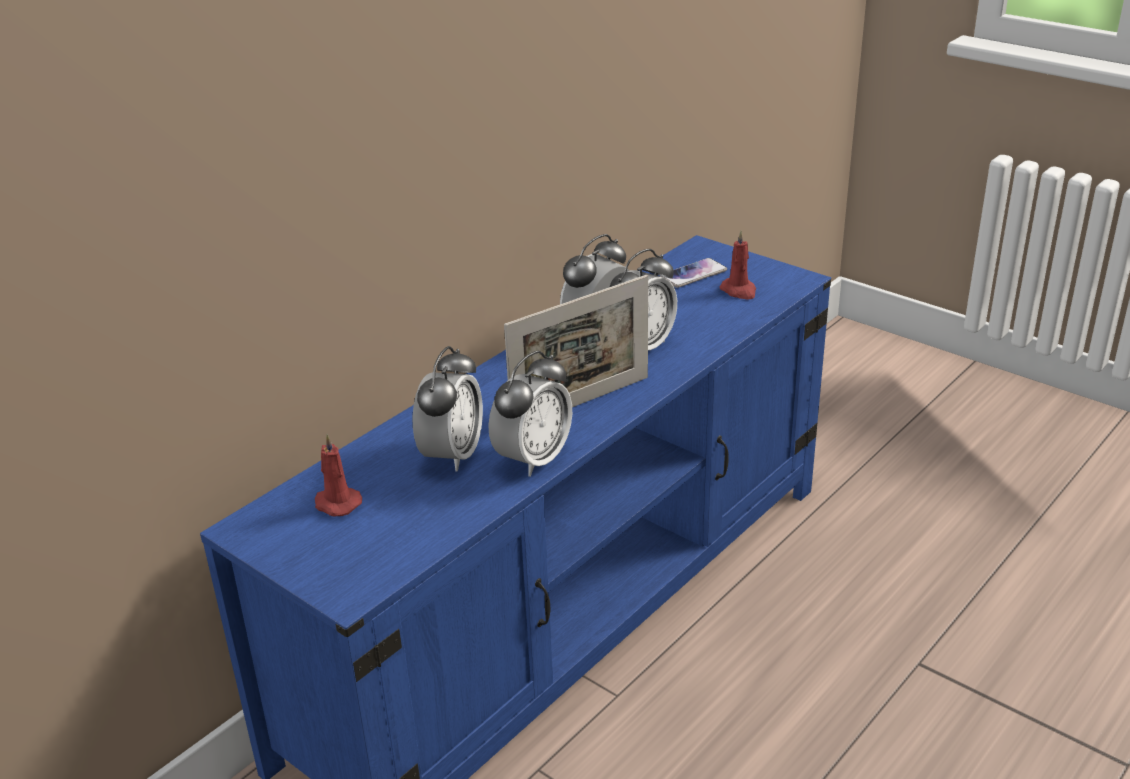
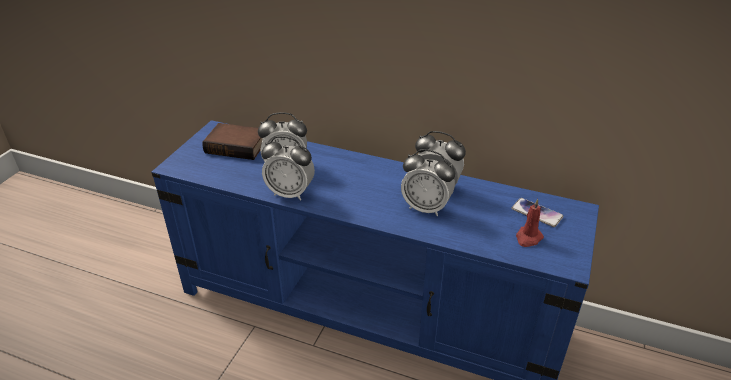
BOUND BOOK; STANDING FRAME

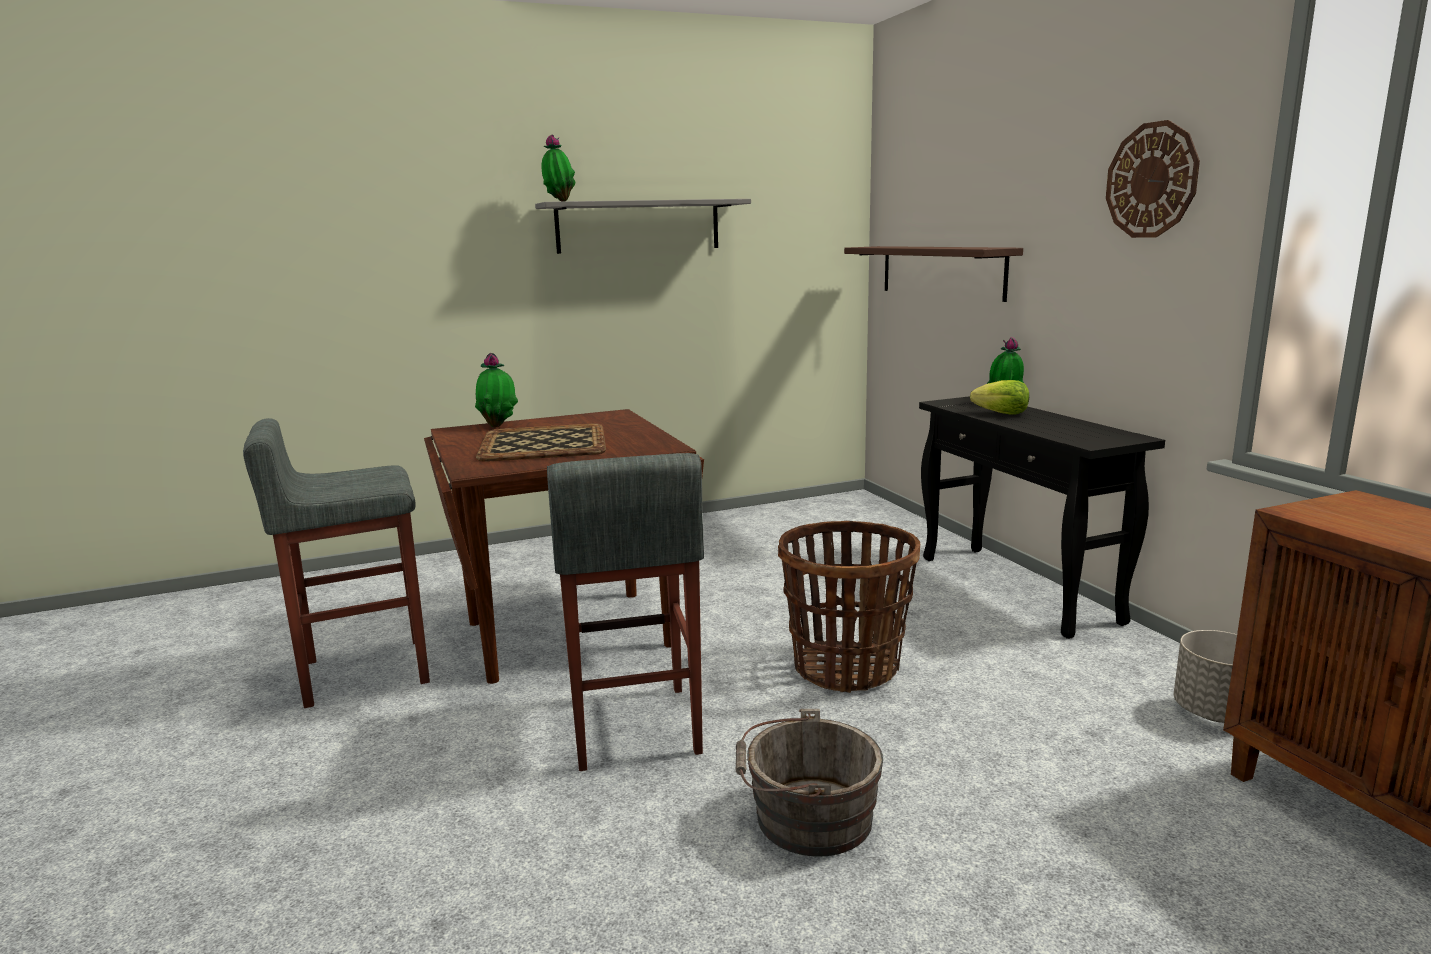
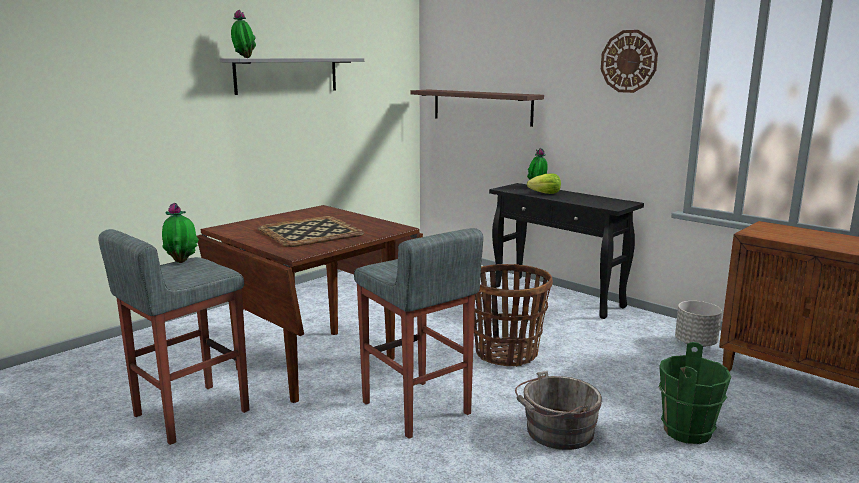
HOUSEPLANT (no. 1 from left); GREENISH BUCKET

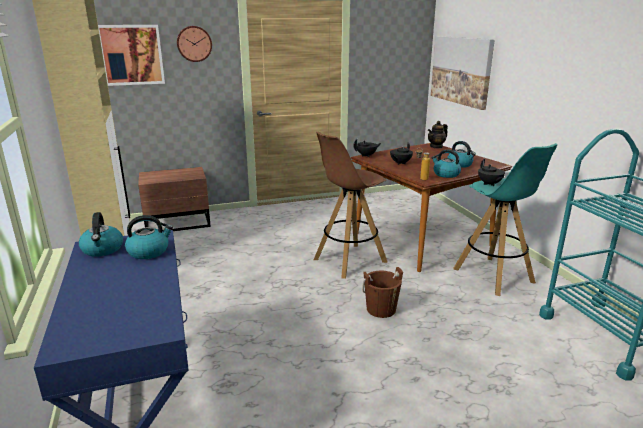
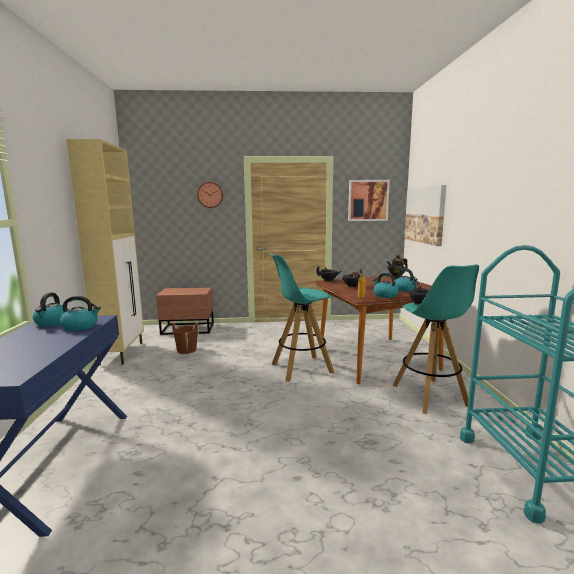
PICTURE (no. 1 from left); BLUE-GREEN STOOL SEAT (no. 1 from left); BROWN-COLOURED BUCKET

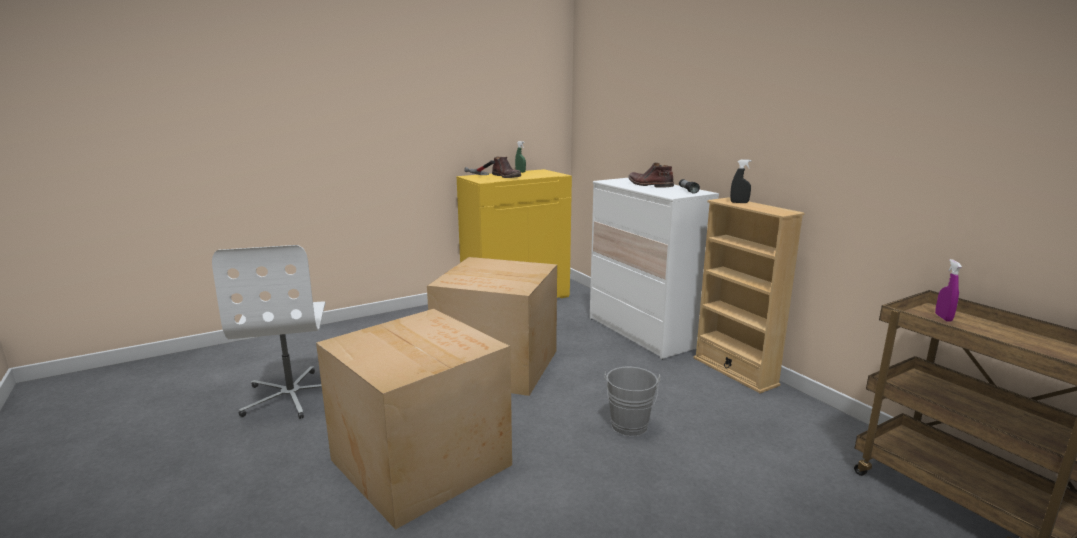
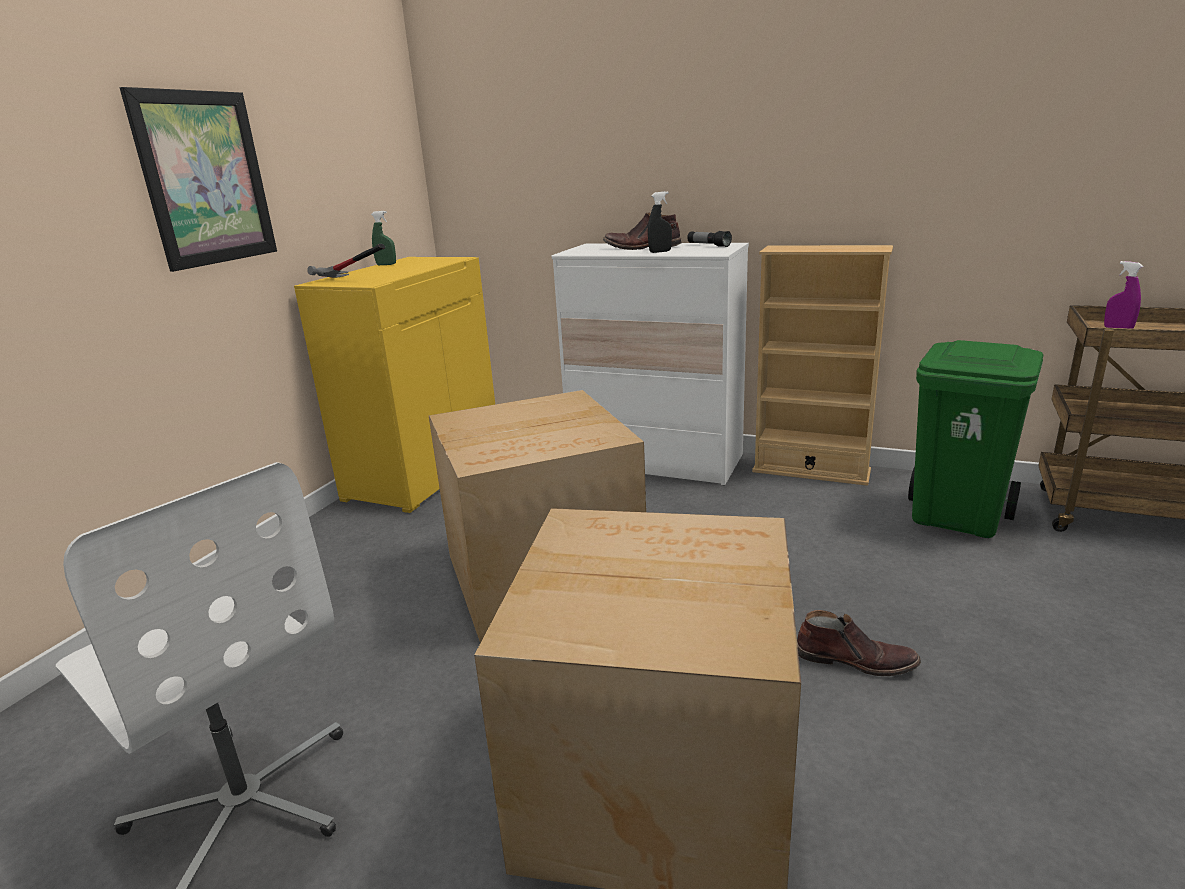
BROWN-COLOURED BOOT (no. 2 from left); GRAY BUCKET; BLACK SPRAYER; PICTURE; GREENISH TRASH CAN

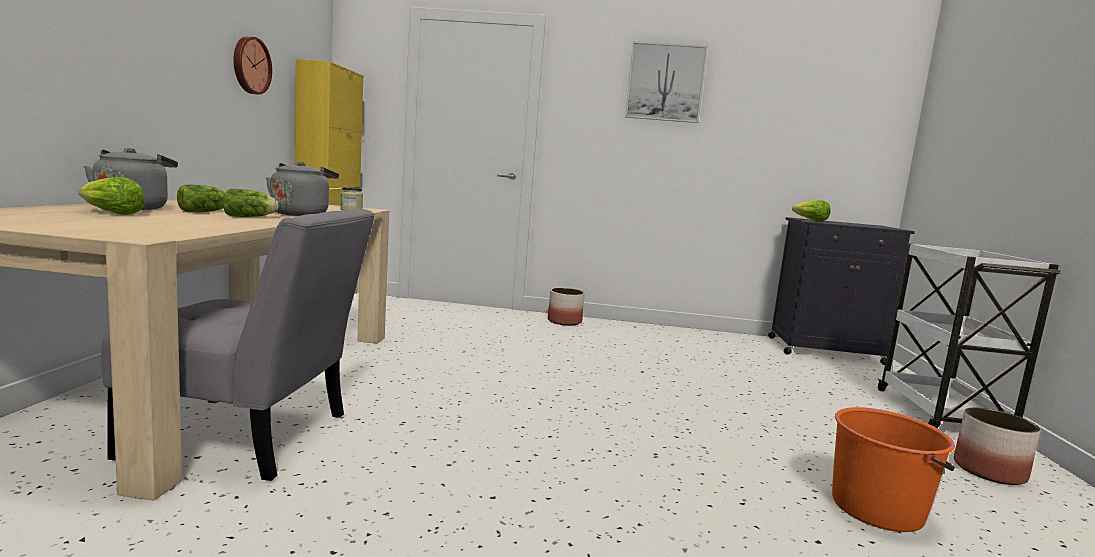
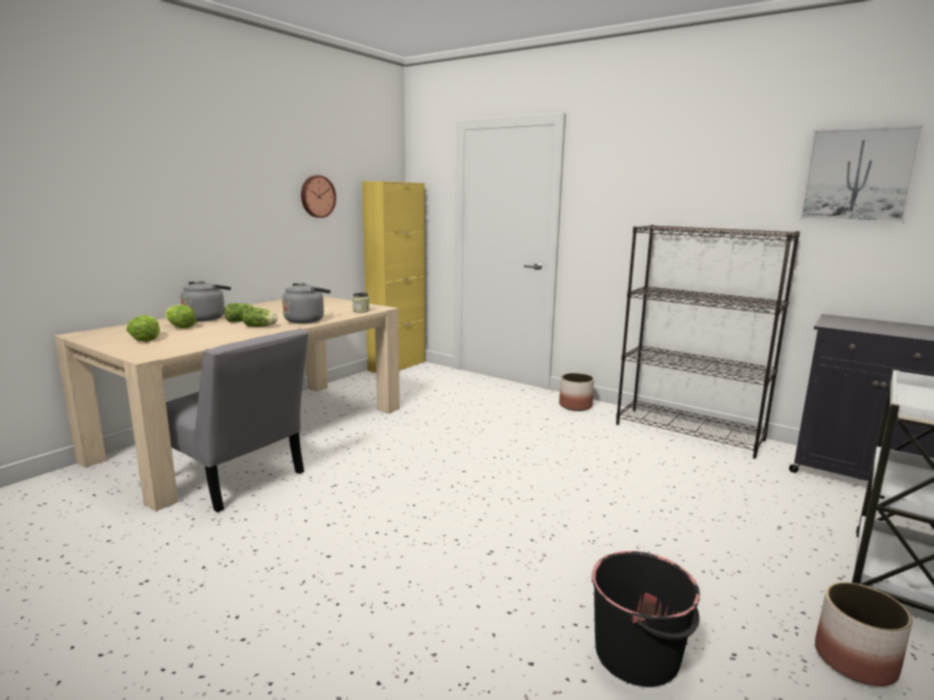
PICTURE; LETTUCE HEAD (no. 1 from left); BLACK BUCKET; BLACK BOOKCASE

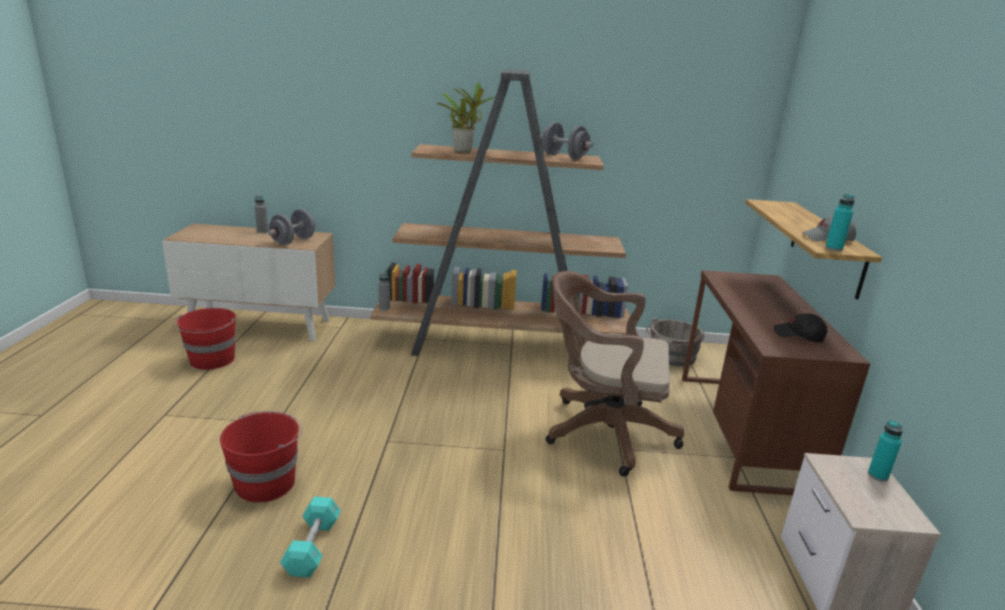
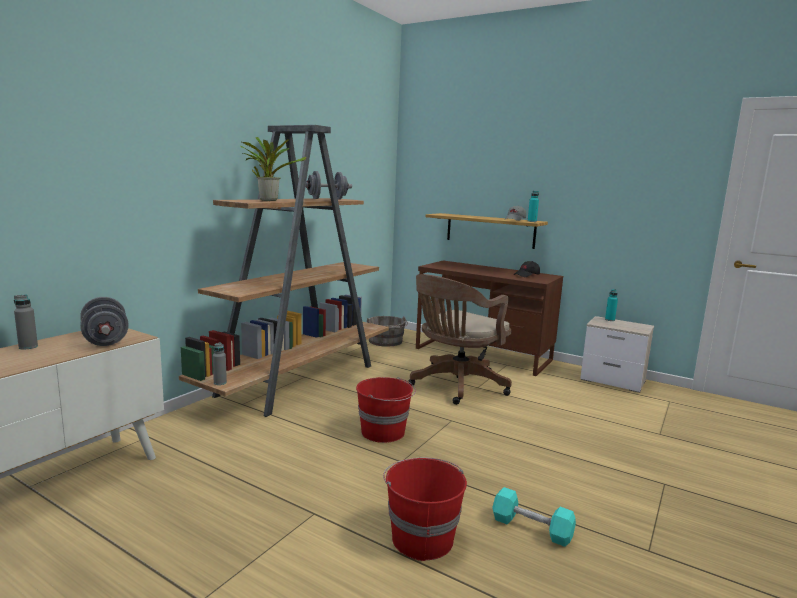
RED BUCKET (no. 1 from left)

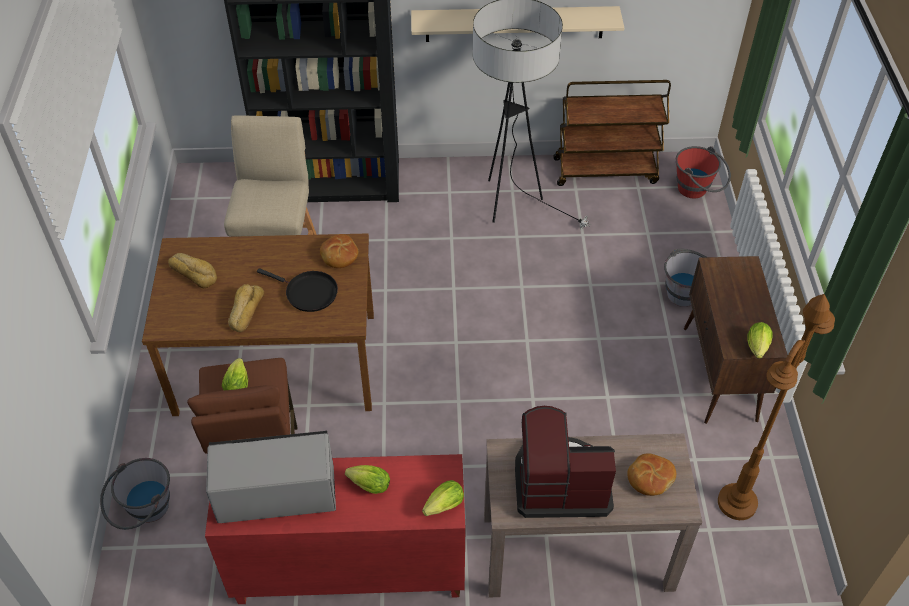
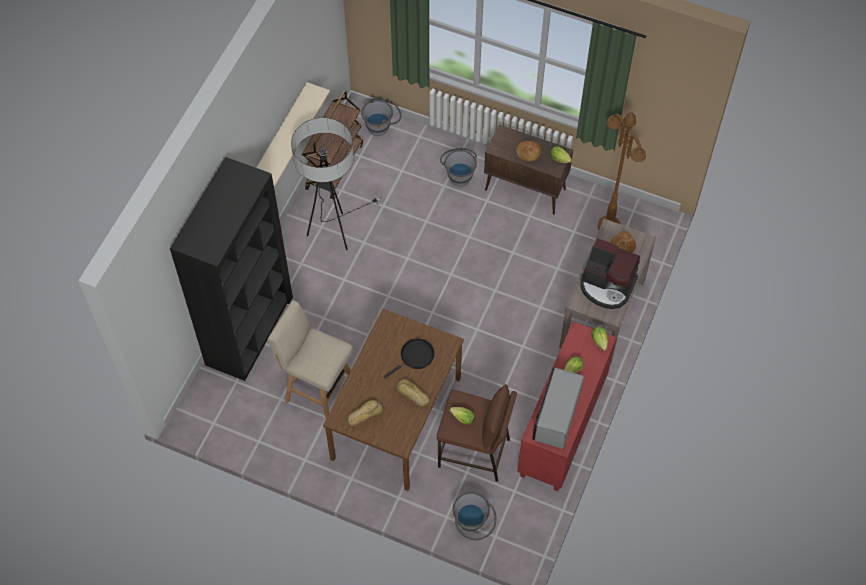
BAKERY BREAD (no. 3 from left); COFFEE BREWER; GRAY BUCKET (no. 1 from left)

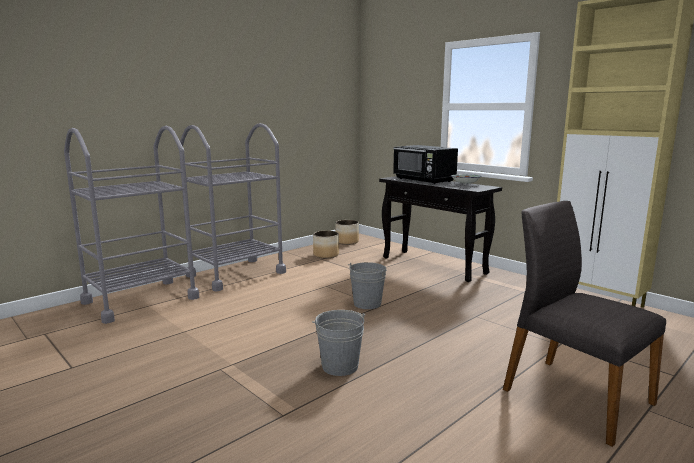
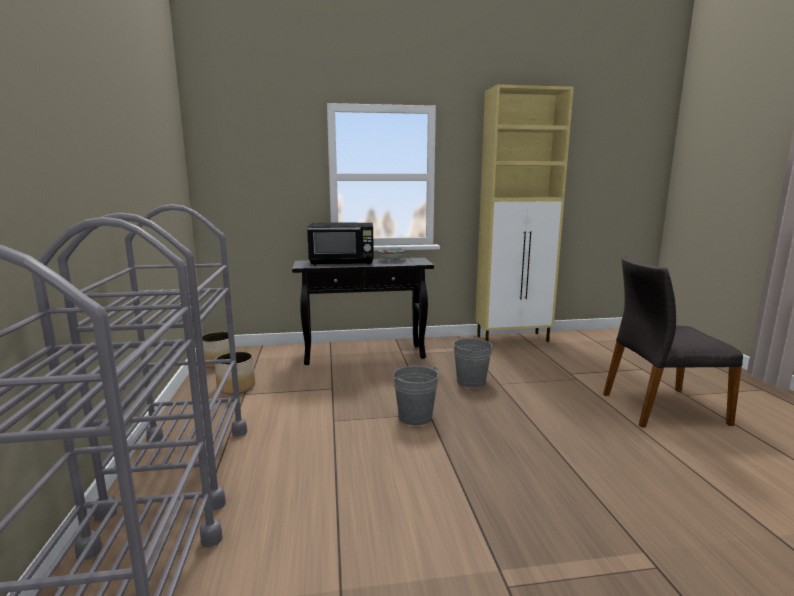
GRAY BUCKET (no. 2 from left)

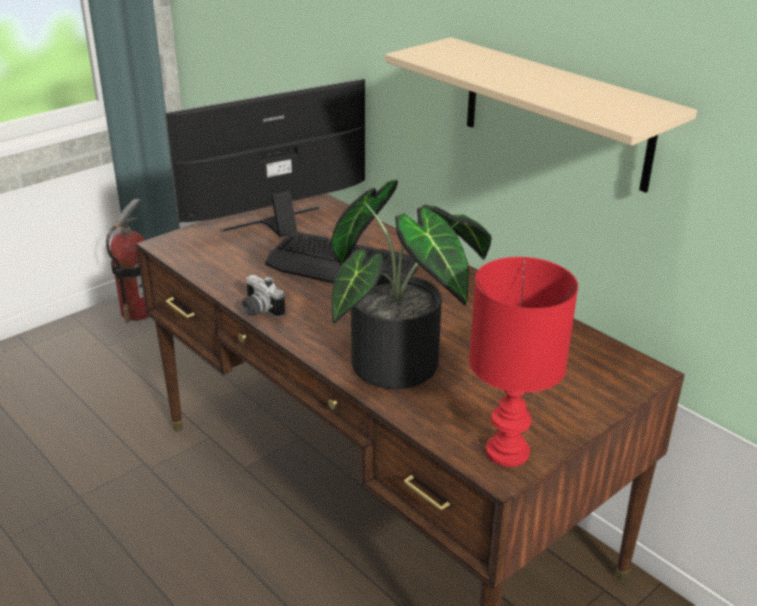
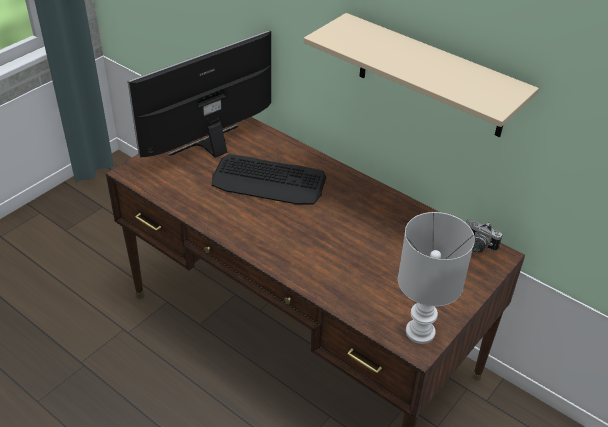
FIRE EXTINGUISHER; PHOTO CAMERA; HOUSEPLANT; WHITISH TABLE LAMP

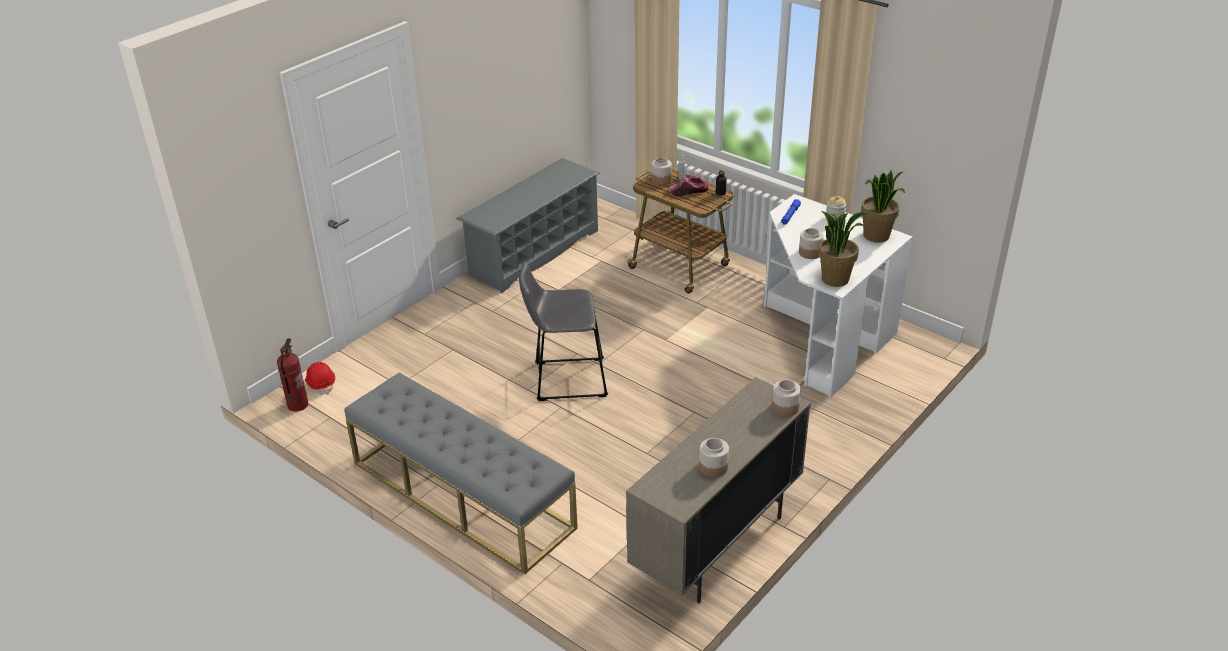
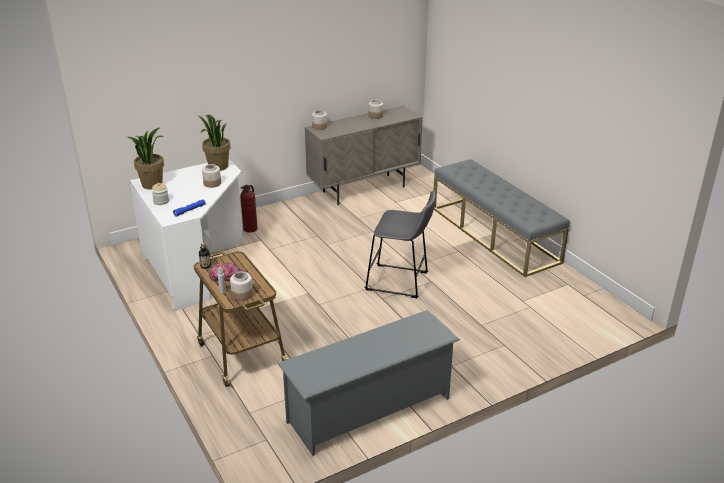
FIRE EXTINGUISHER; RED HARD HAT

